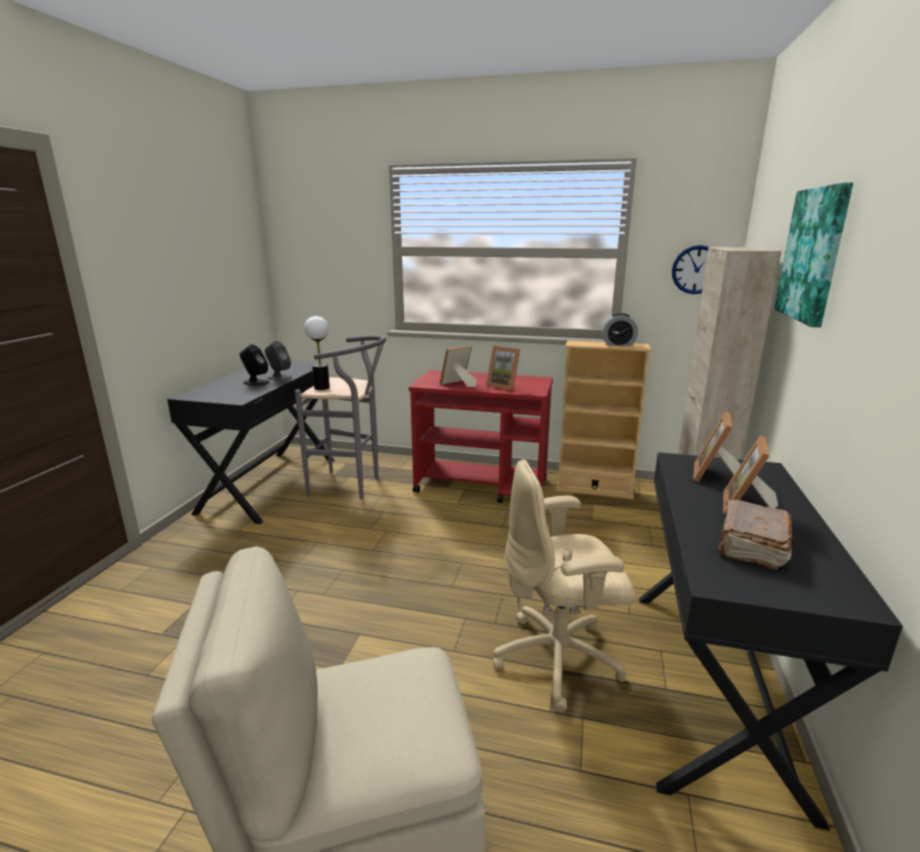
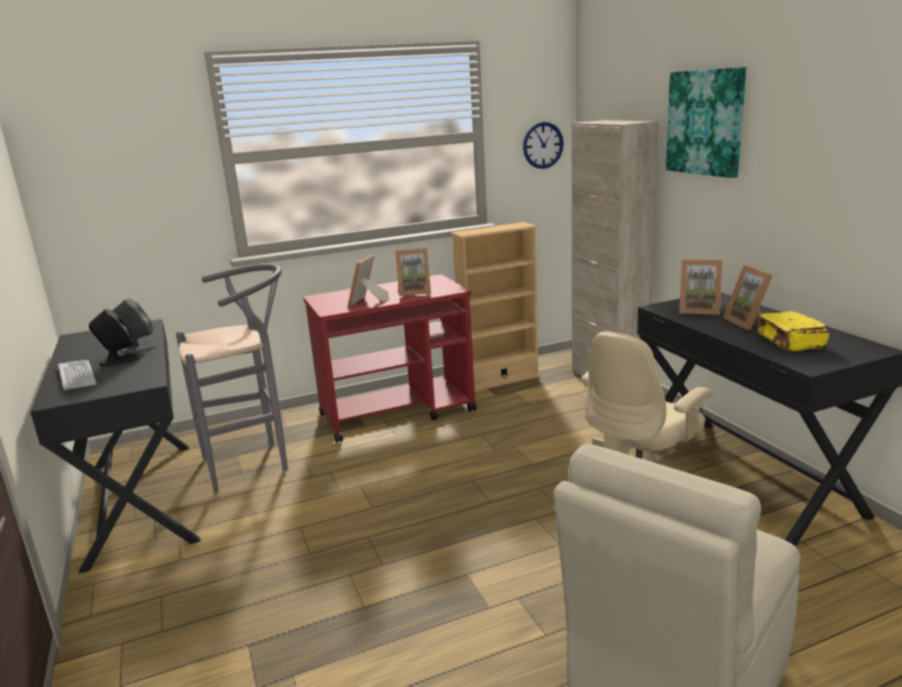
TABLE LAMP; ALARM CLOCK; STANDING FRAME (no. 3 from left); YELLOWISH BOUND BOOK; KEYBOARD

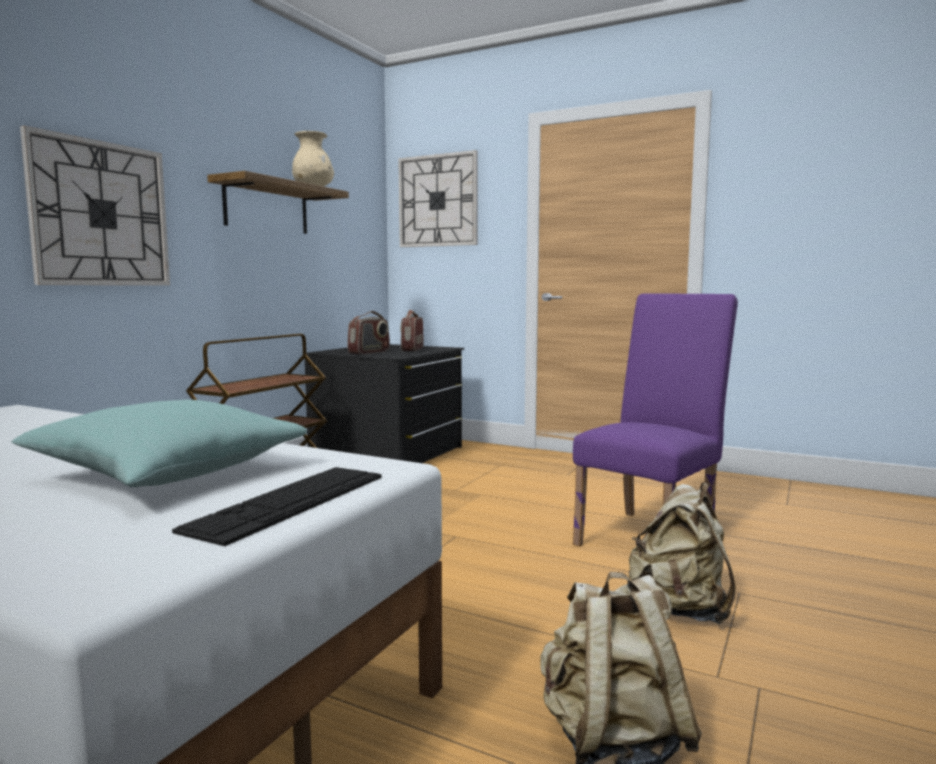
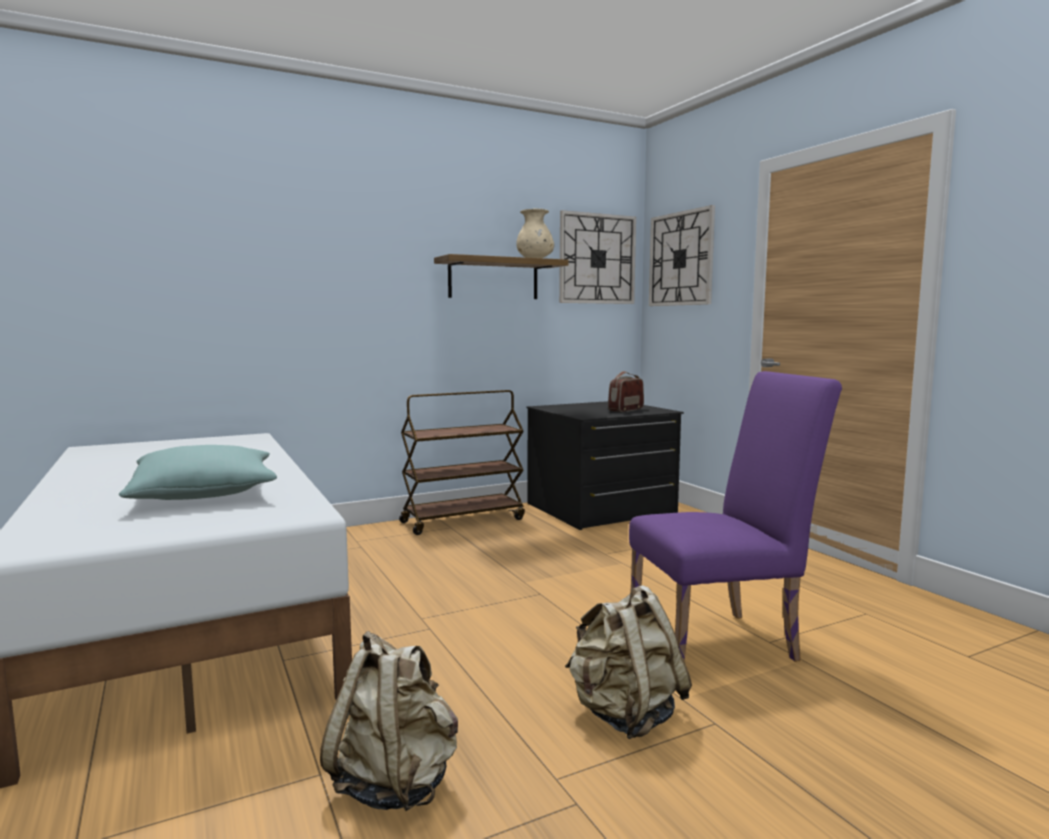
WALL CLOCK (no. 1 from left); KEYBOARD; RADIO SET (no. 1 from left in the first image)

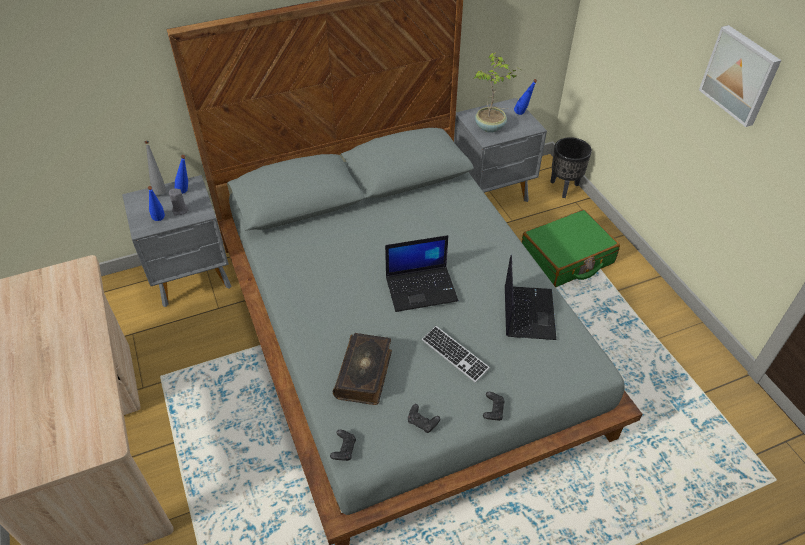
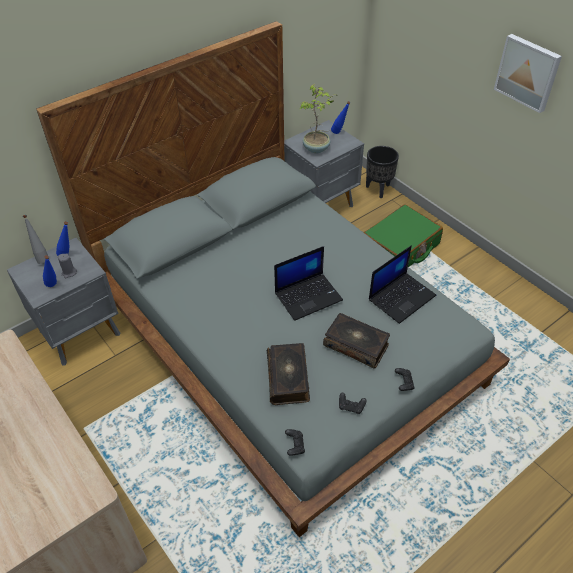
BOUND BOOK (no. 2 from left); PORTABLE COMPUTER (no. 2 from left)

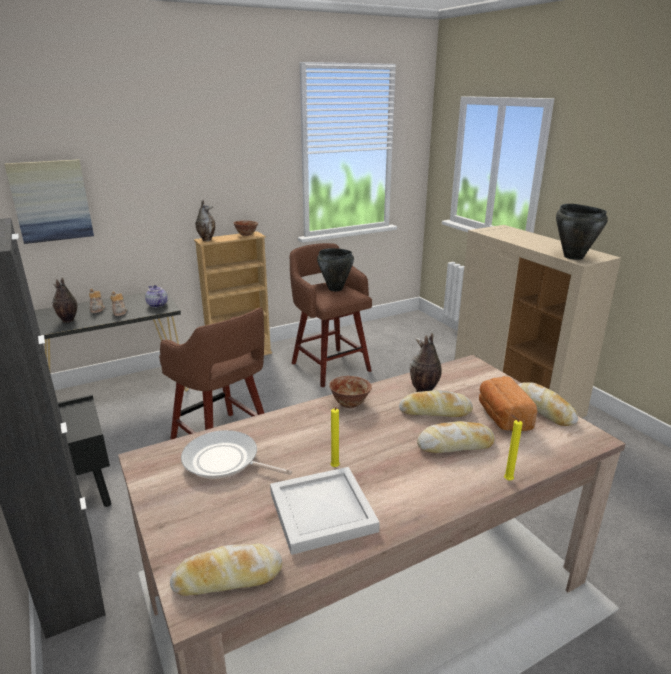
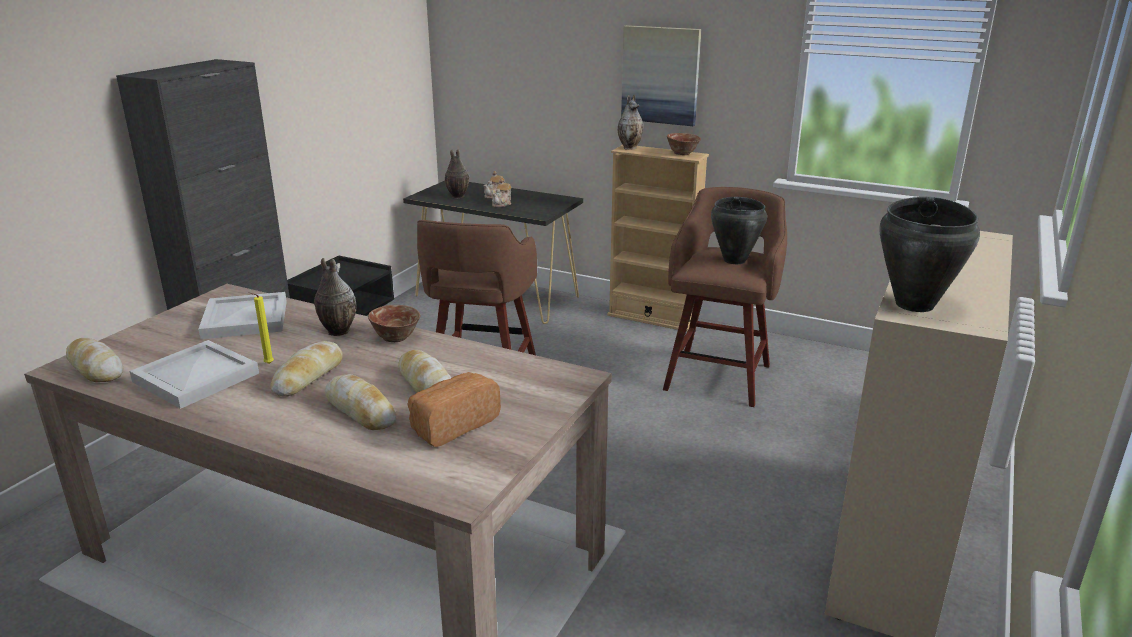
PICTURE; TEAPOT (no. 3 from left in the first image); WHITISH CARRYING TRAY (no. 2 from left); FLOWER VASE (no. 1 from left); YELLOWISH WAX LIGHT (no. 2 from left in the first image); BAKERY BREAD (no. 2 from left)

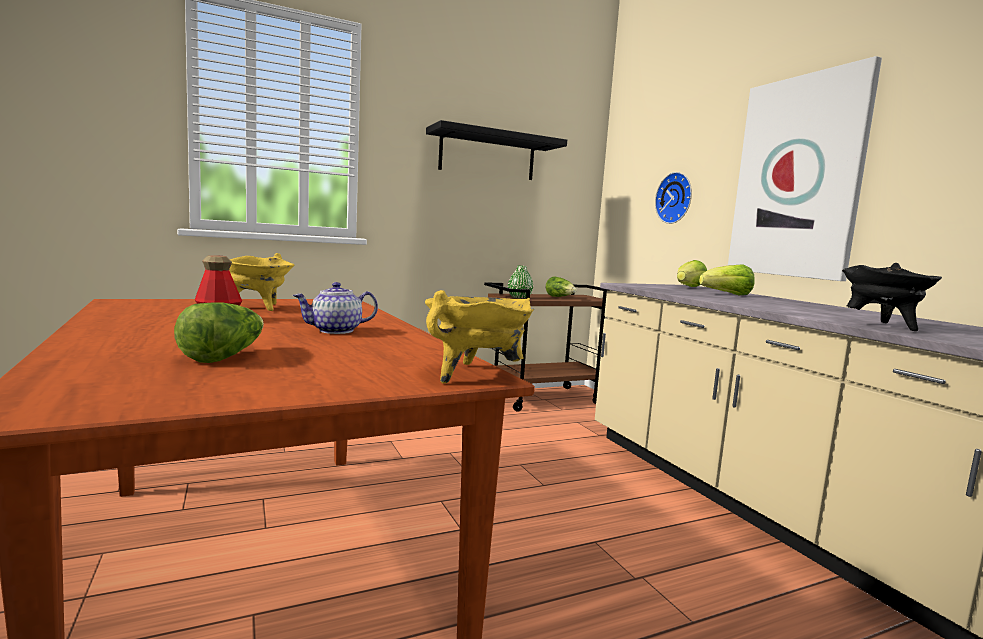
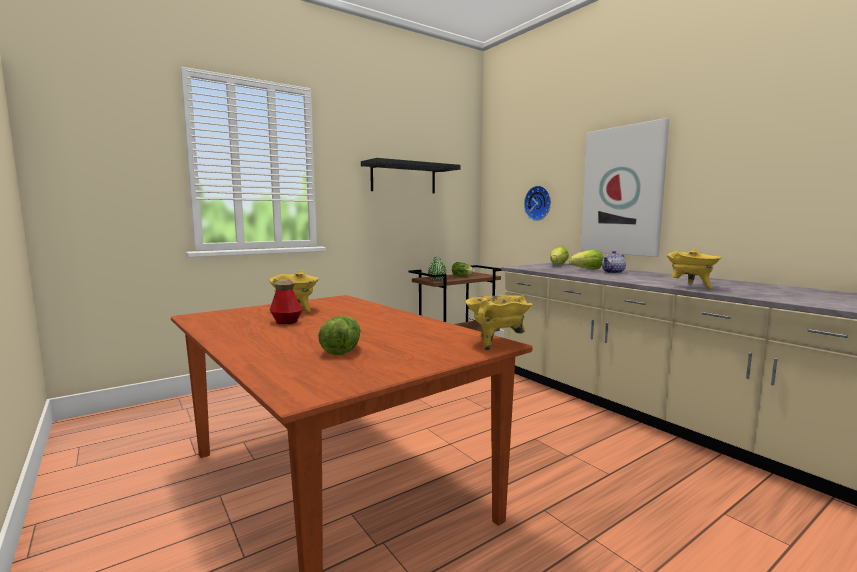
TEAPOT; YELLOWISH SAUCEPOT (no. 3 from left)

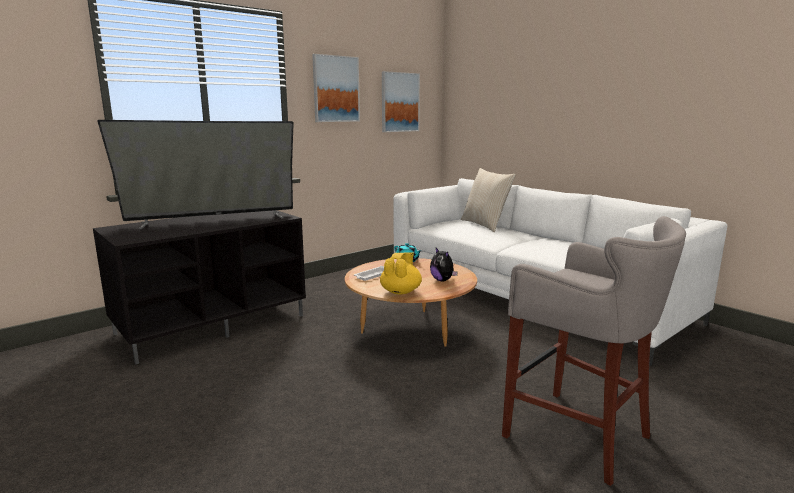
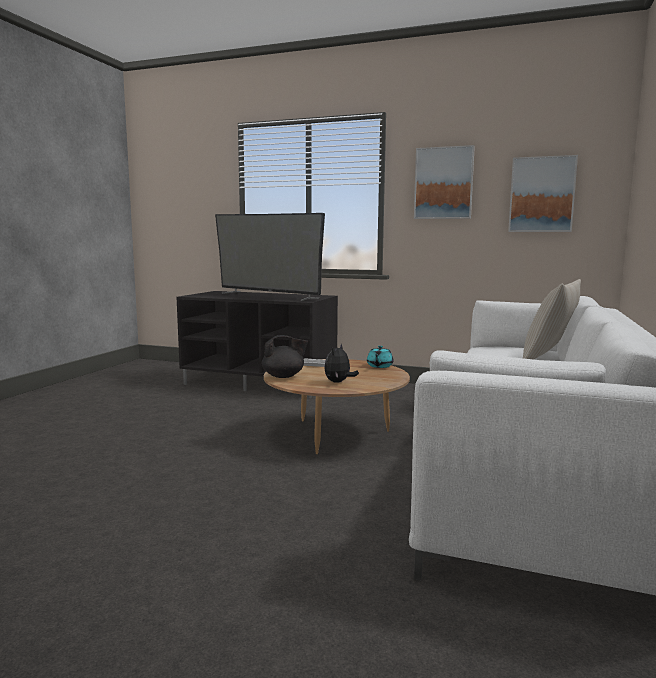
BLACK TEAPOT; GRAY STOOL SEAT

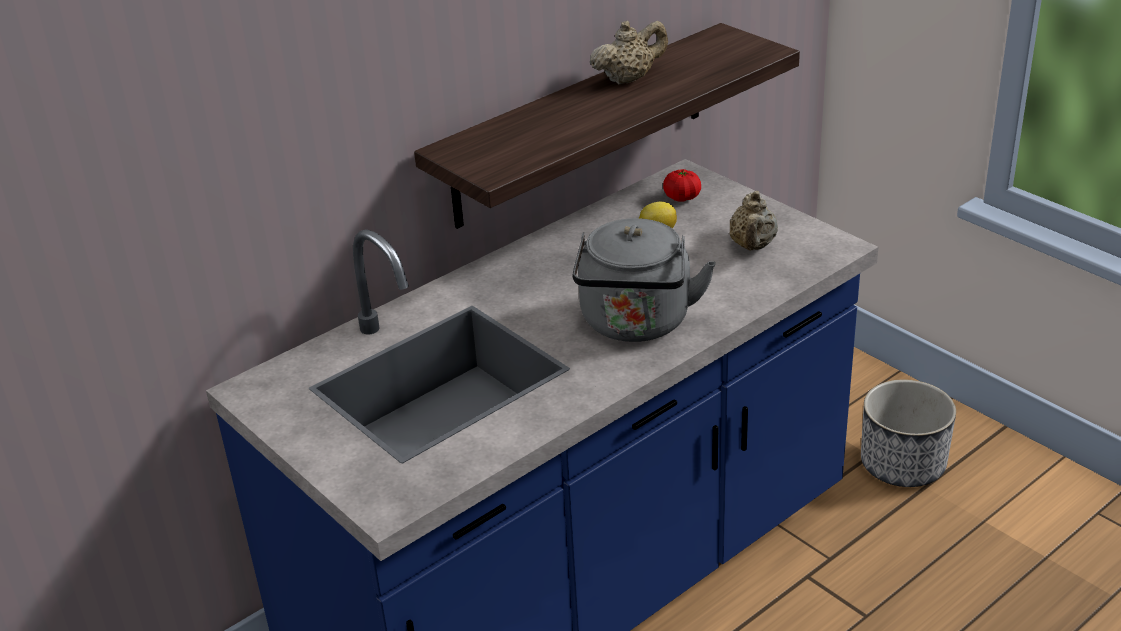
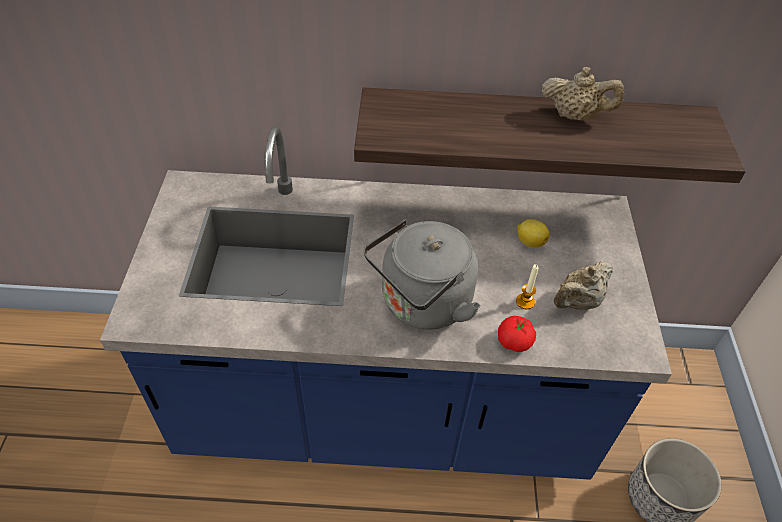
FRESH TOMATO; WAX LIGHT

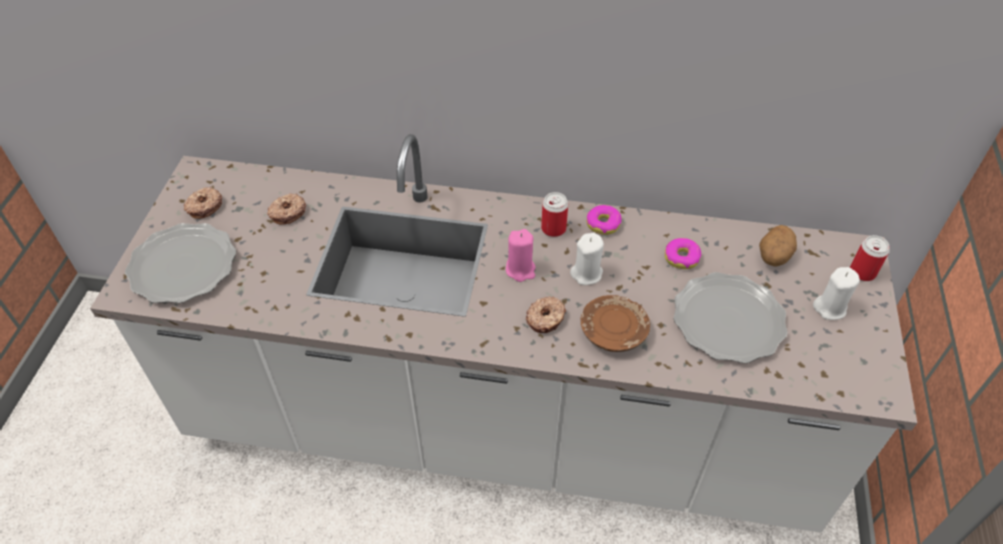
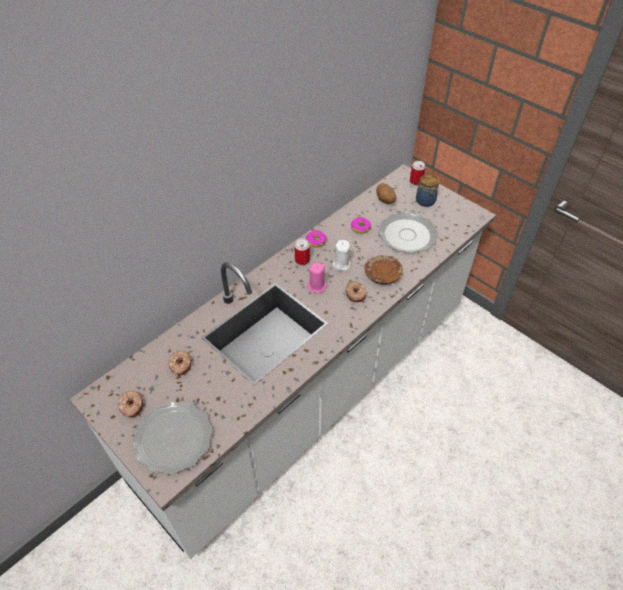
PRESERVE JAR

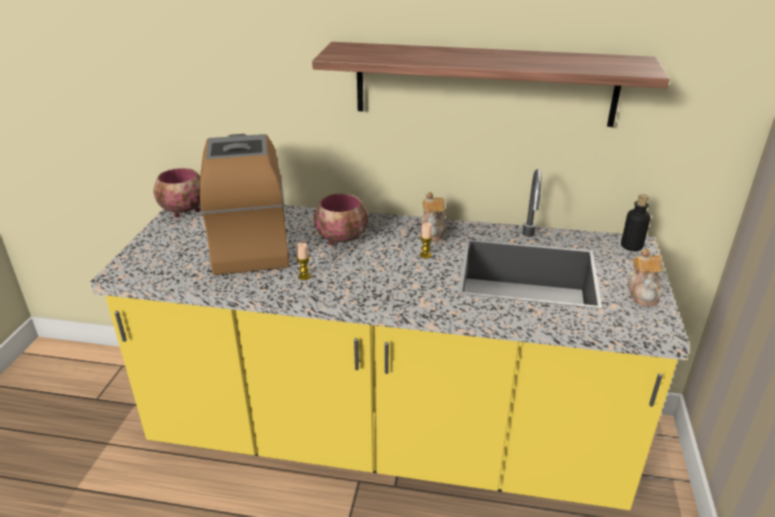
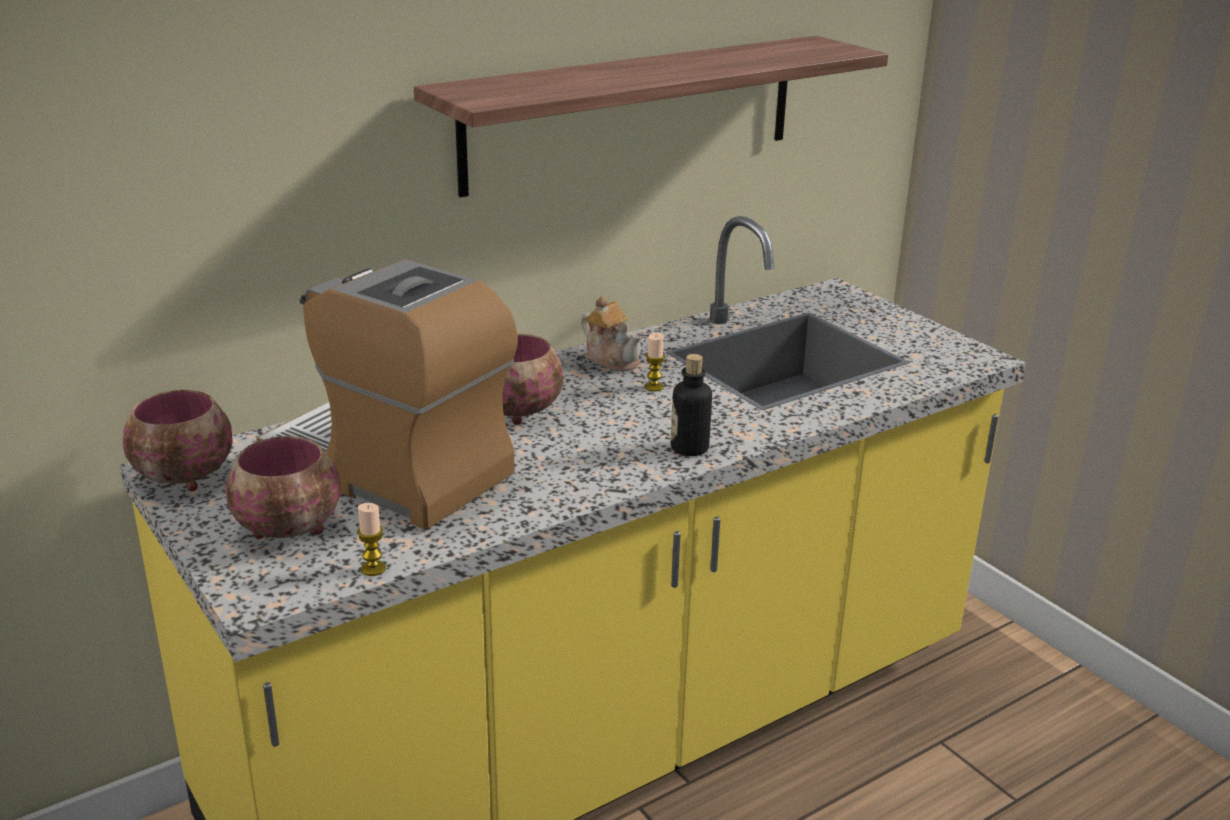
WAX LIGHT (no. 1 from left); DRINK BOTTLE; TEAPOT (no. 2 from left in the first image); DEEP DISH (no. 2 from left)

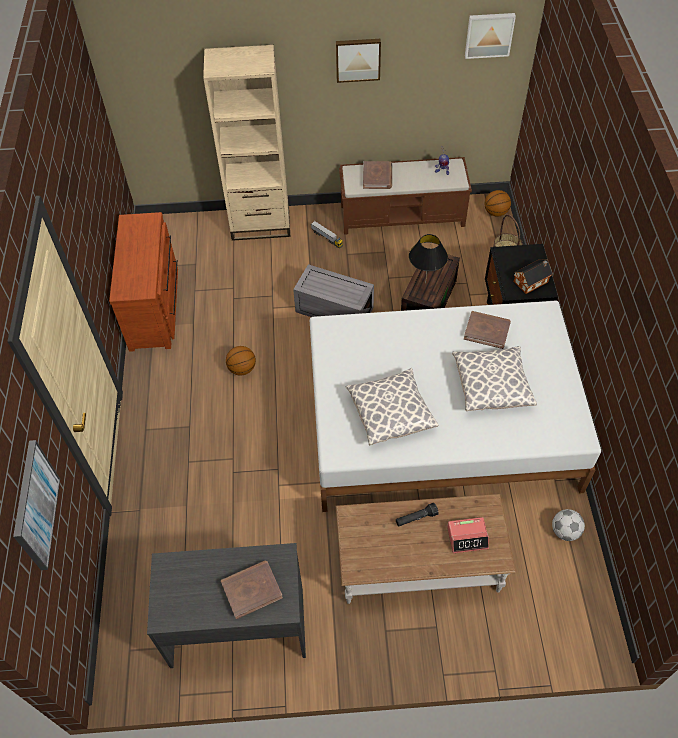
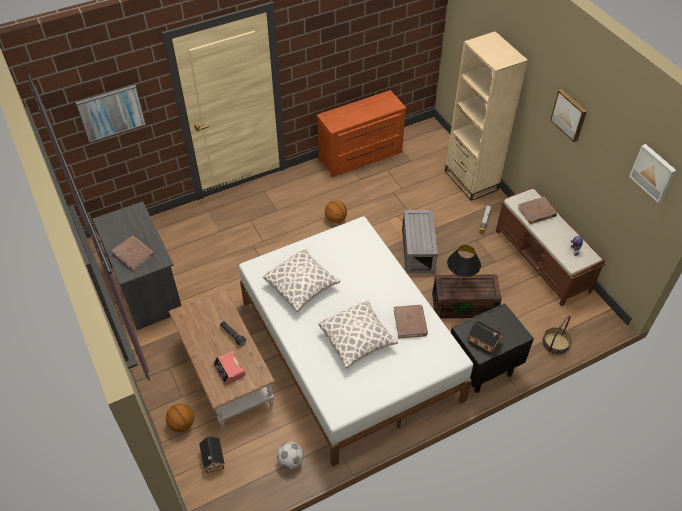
BASKETBALL (no. 1 from left); TOY HOUSE (no. 1 from left)

